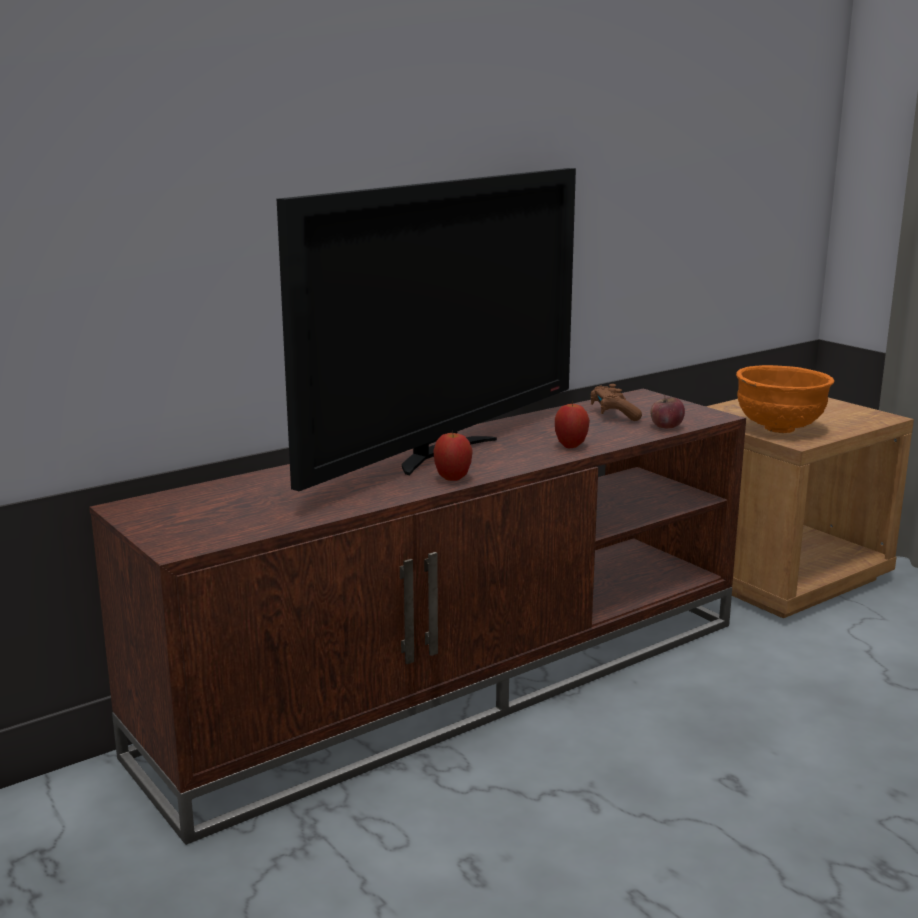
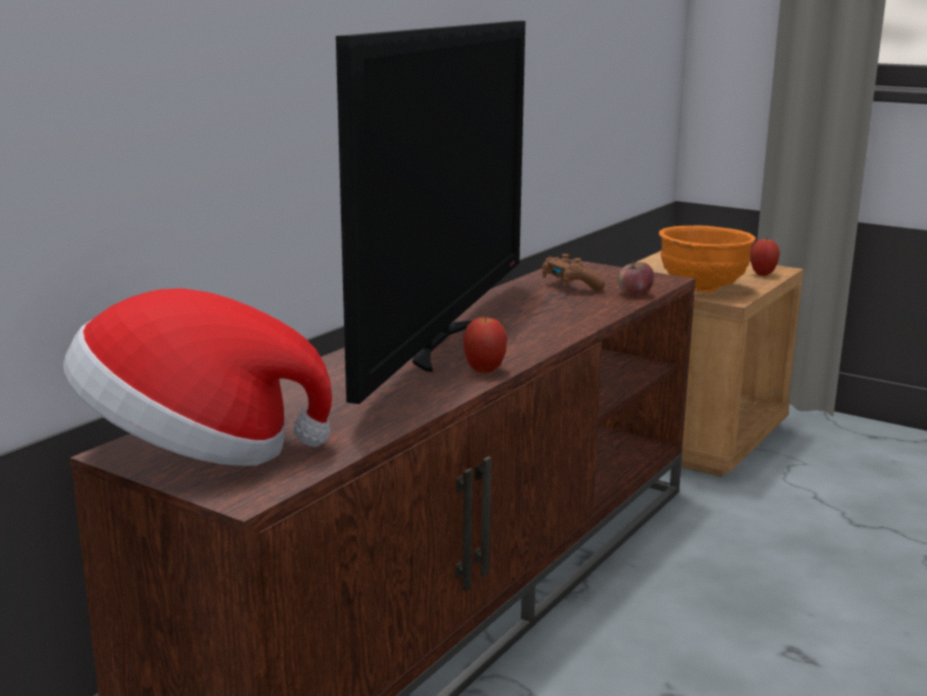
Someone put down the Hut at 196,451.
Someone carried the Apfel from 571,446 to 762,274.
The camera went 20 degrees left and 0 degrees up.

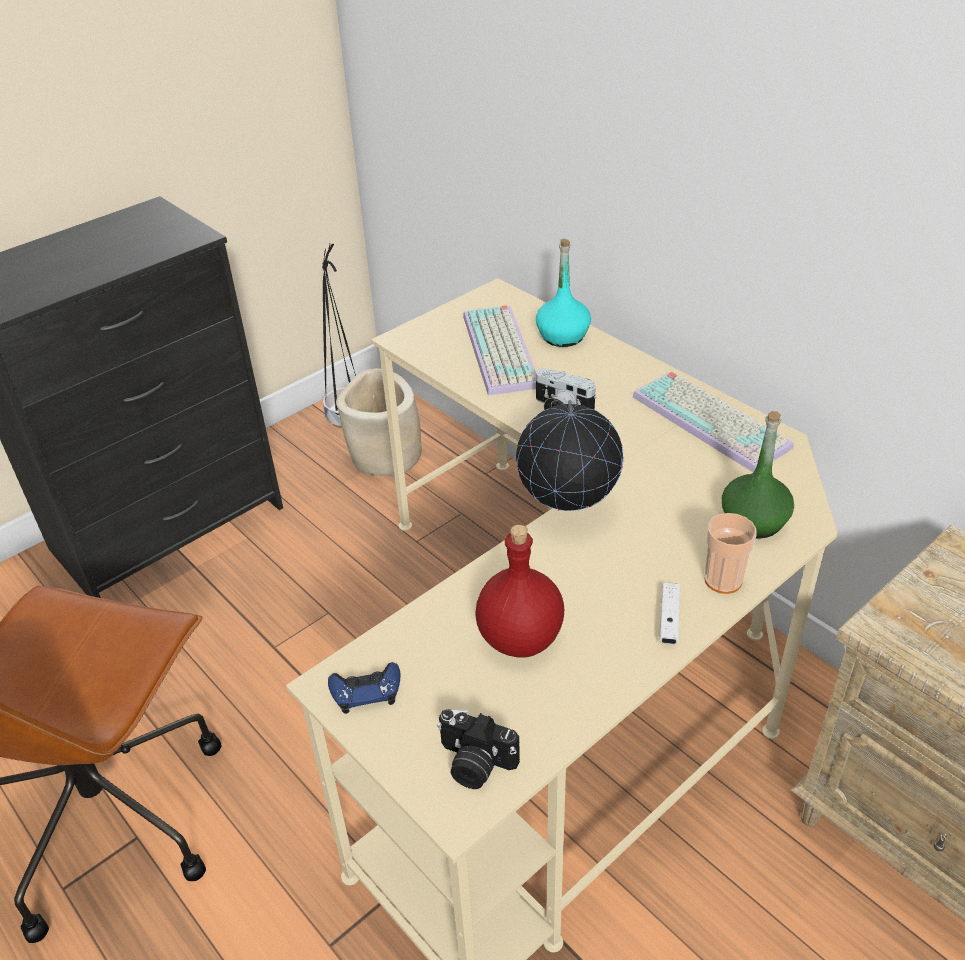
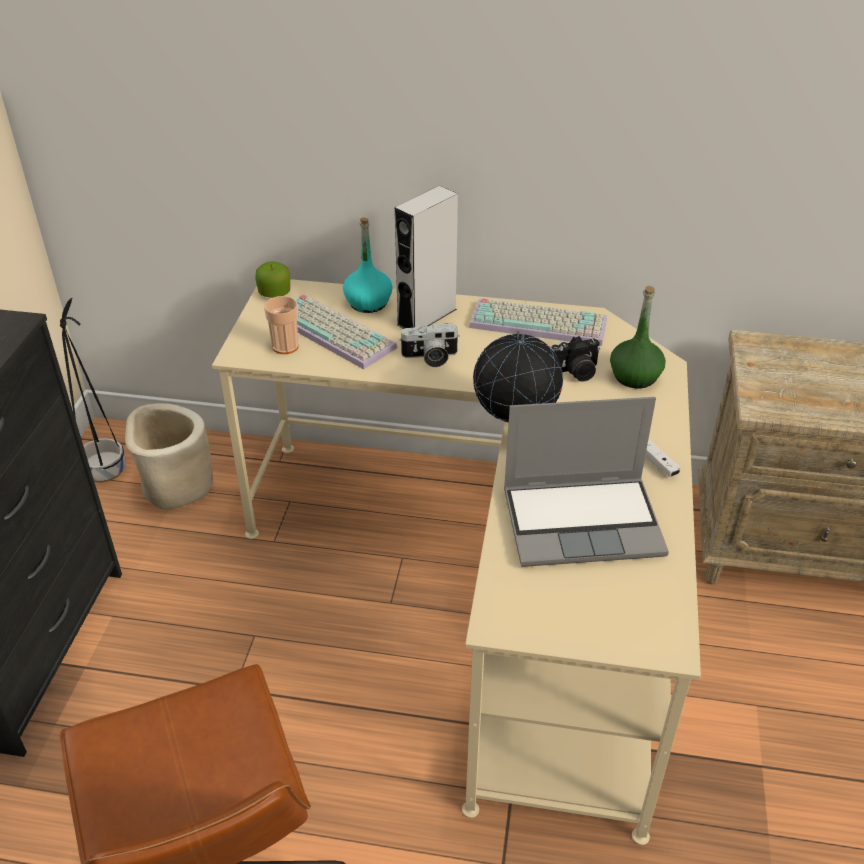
Someone put down the Apfel at 274,293.
Someone carried the Tasse from 723,580 to 285,346.
Someone put down the Lautsprecher/grau at 426,317.
Someone swapped the Flasche/rot at 521,638 for the Laptop at 583,521.
Someone carried the Kamera from 474,764 to 575,372.
Someone took away the Gamepad/blau at 366,691.
The camera went 40 degrees left and 0 degrees up.

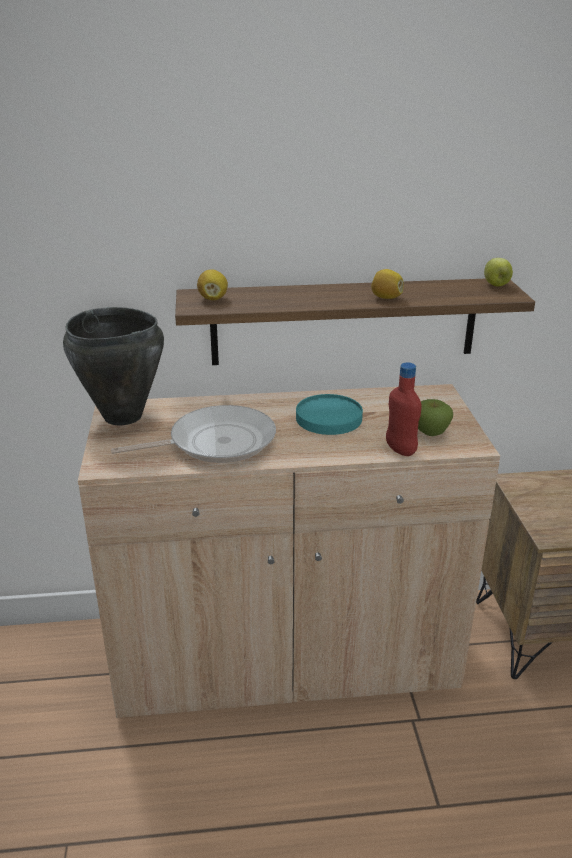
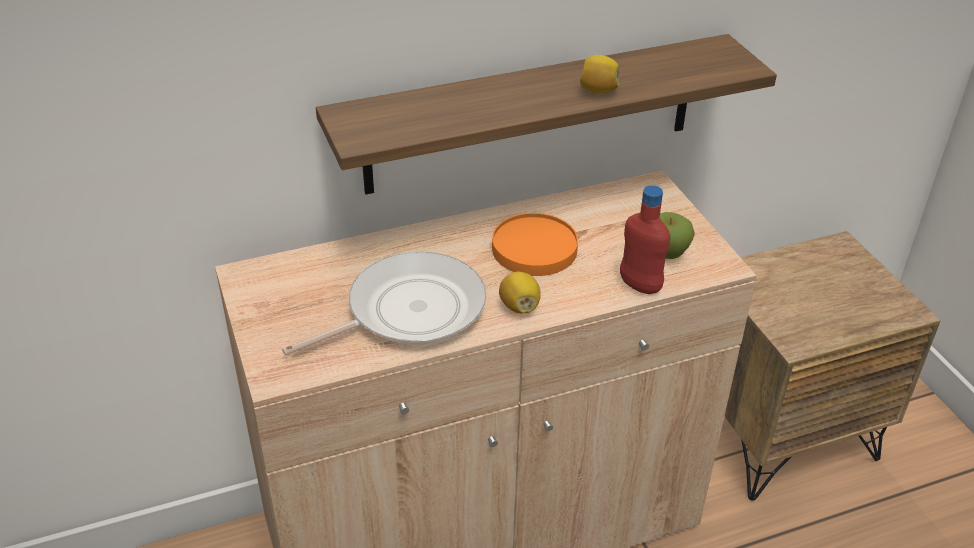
Someone repainted the Teller/türkis at 328,418, which became the Teller/orange at 534,249.
Someone carried the Zitrone from 213,298 to 519,306.
Someone took away the Kochtopf/schwarz at 122,417.
Someone took away the Apfel at 496,285.
The camera went 15 degrees left and 10 degrees up.

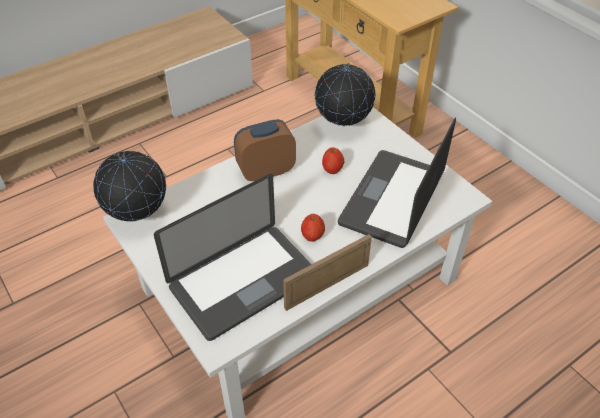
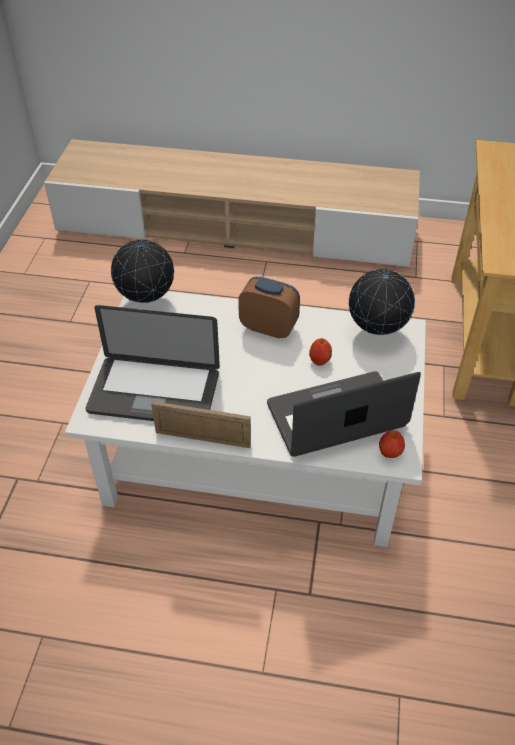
Someone carried the Apfel from 312,236 to 389,453.
The camera went 45 degrees right and 0 degrees up.

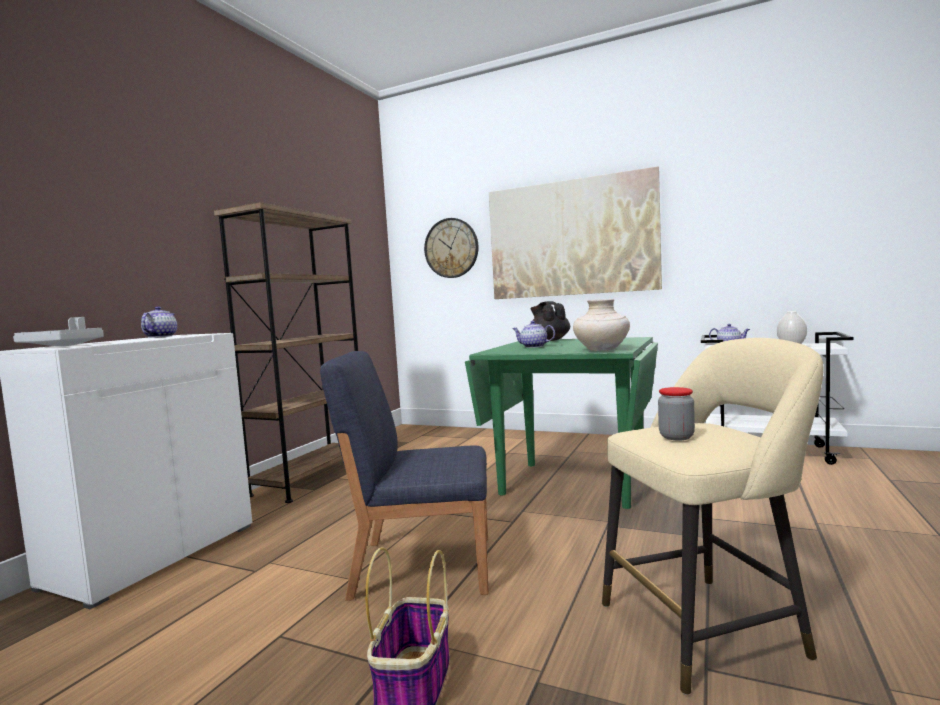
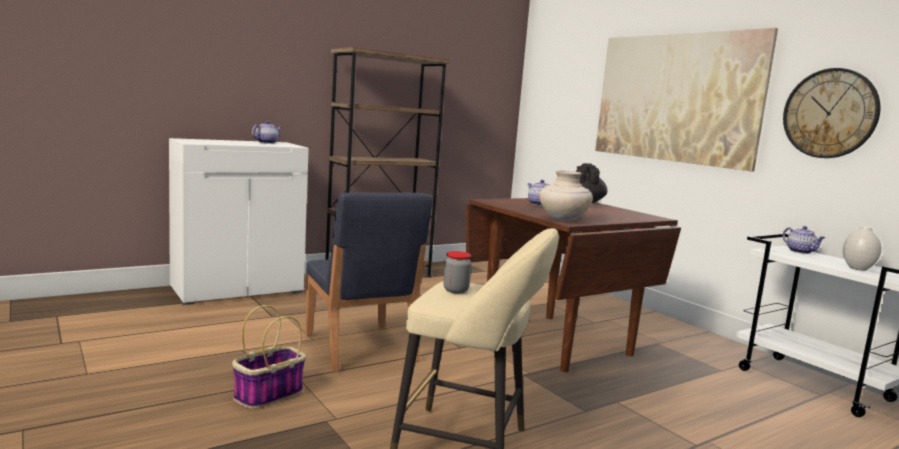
Someone rotated the Stuhl/blau at 421,565 by 150 degrees counterclockwise.
Someone repainted the Esstisch/grün at 572,484, which became the Esstisch/braun at 555,341.
Someone carried the Wanduhr from 451,248 to 830,113.
Someone took away the Tablett/grau at 65,346.
The camera went 30 degrees right and 5 degrees up.

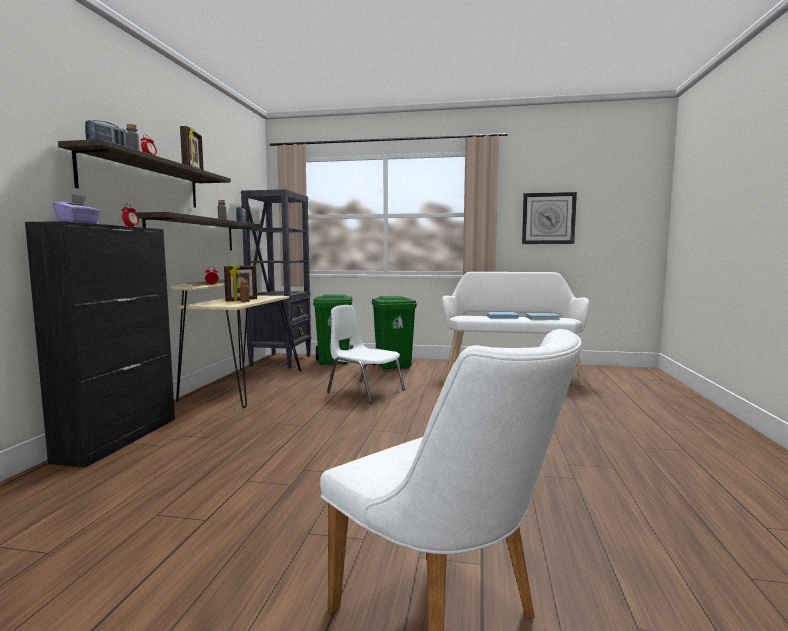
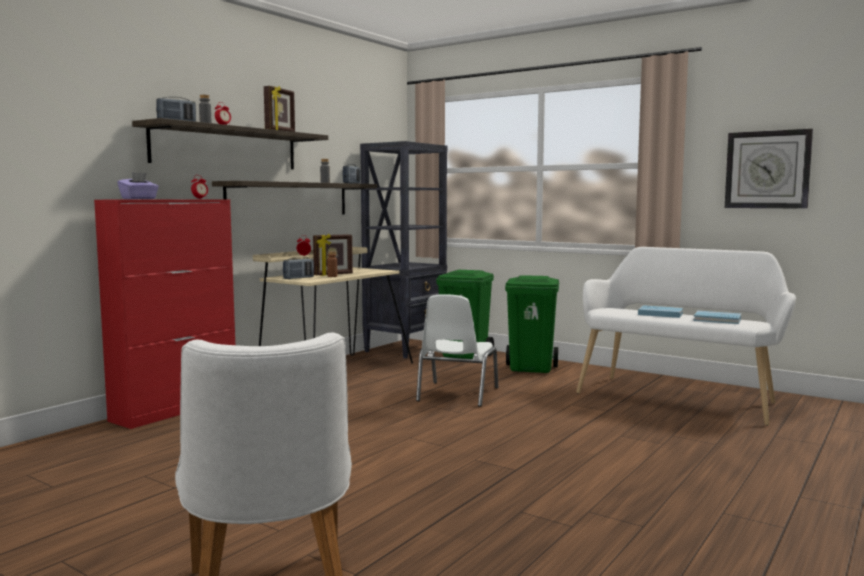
Someone repainted the Schrank/schwarz at 119,438, which became the Schrank/rot at 176,409.
Someone put down the Radio at 298,278.
Someone rotated the Stuhl/weiß at 365,391 by 135 degrees counterclockwise.
The camera went 25 degrees right and 0 degrees up.

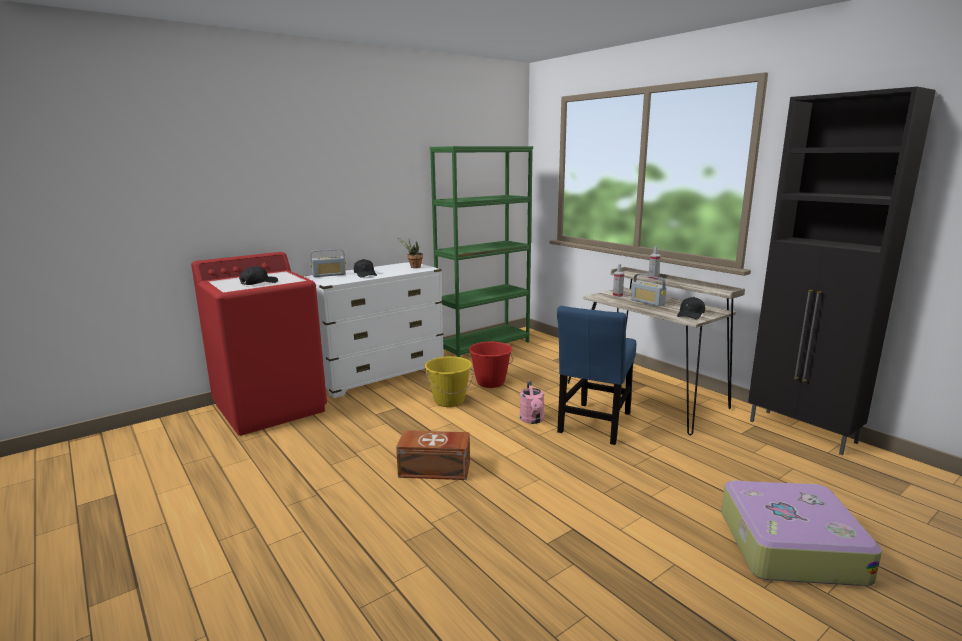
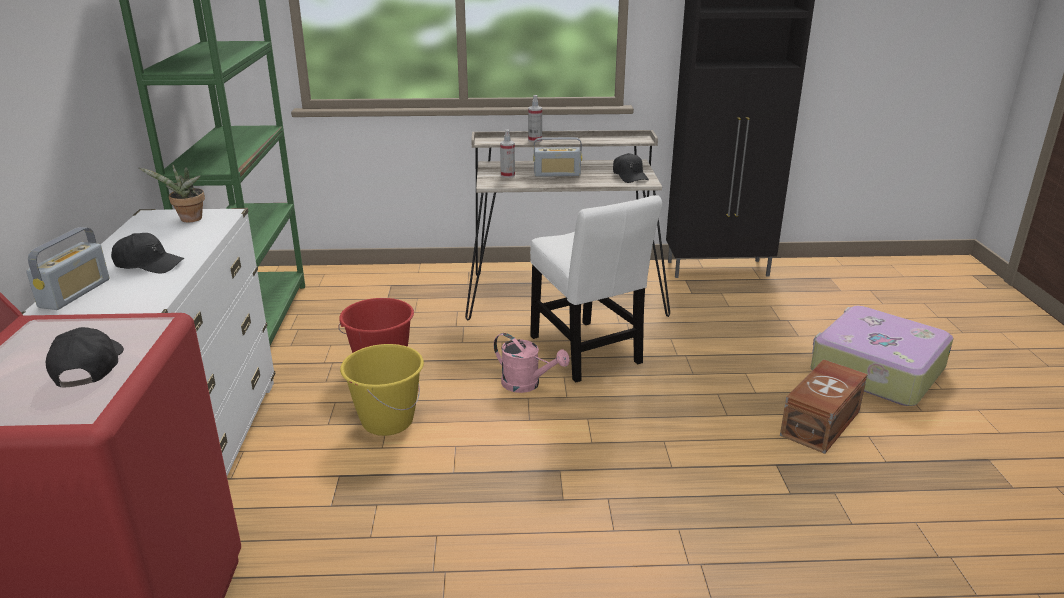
Someone repainted the Stuhl/blau at 594,425, which became the Stuhl/weiß at 587,353.
Someone carried the Aufbewahrungsbox/braun from 435,470 to 822,423.
The camera went 55 degrees left and 10 degrees up.

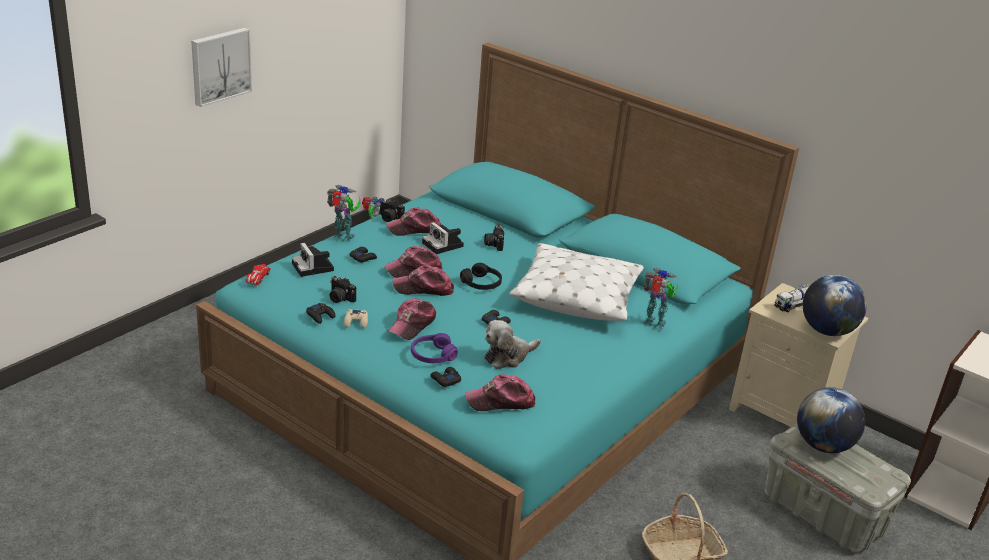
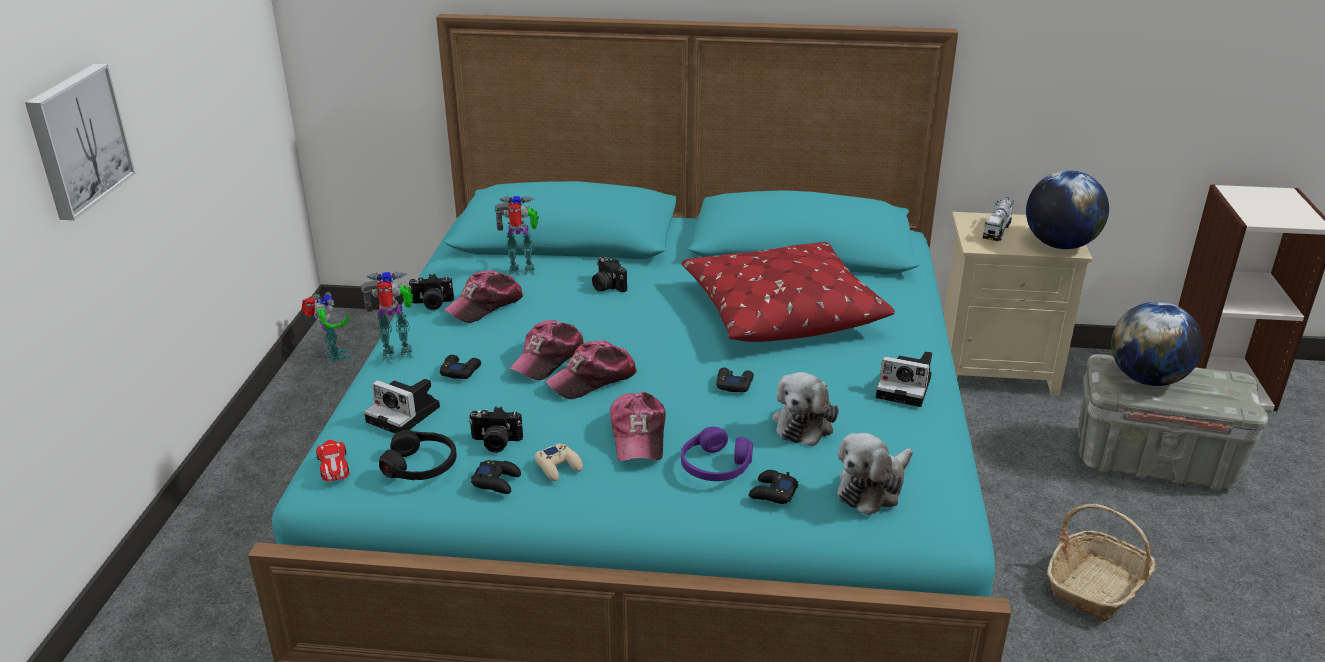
Someone carried the Kopfhörer/schwarz from 481,283 to 421,466.
Someone carried the Spielzeugroboter from 655,324 to 523,271.
Someone repainted the Kissen/weiß at 576,296, which became the Kissen/rot at 780,310.
Someone swapped the Kappe at 500,401 for the Plüschtier at 873,488.
Someone carried the Kamera from 444,245 to 906,388.
The camera went 30 degrees left and 0 degrees up.

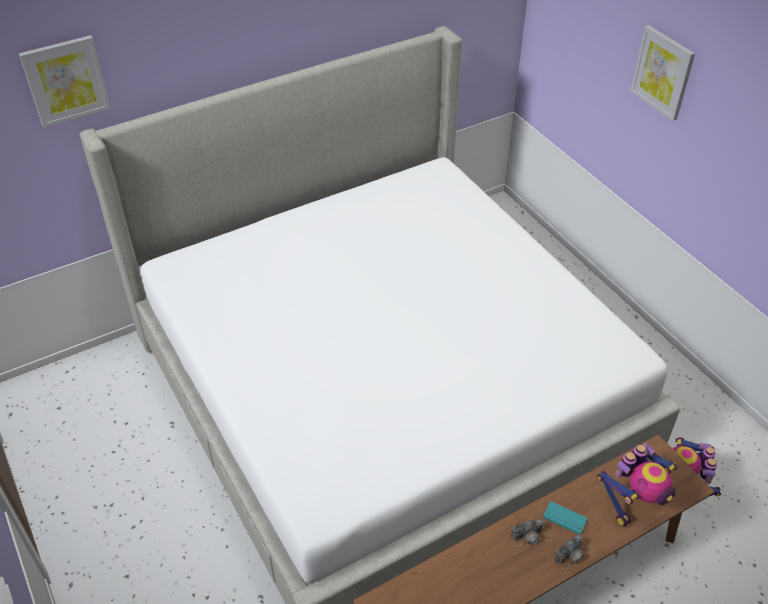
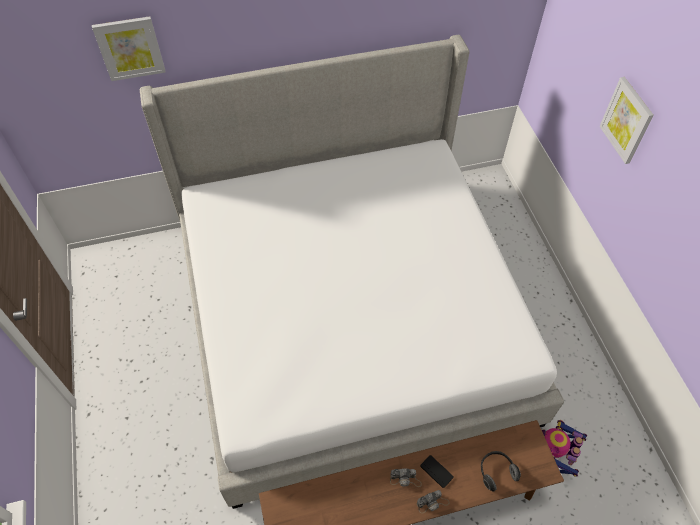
Someone repainted the Gamepad/türkis at 565,518, which became the Gamepad/schwarz at 436,471.
Someone swapped the Spielzeugroboter at 634,501 for the Kopfhörer at 496,471.
The camera went 15 degrees right and 10 degrees up.

